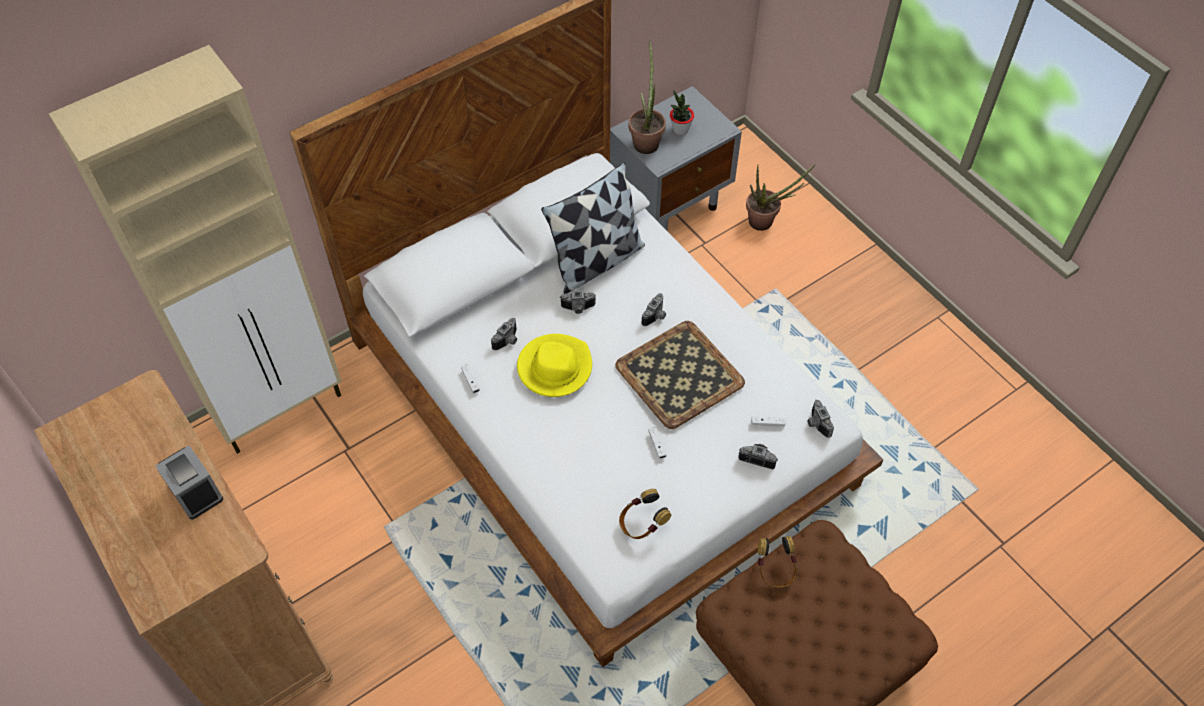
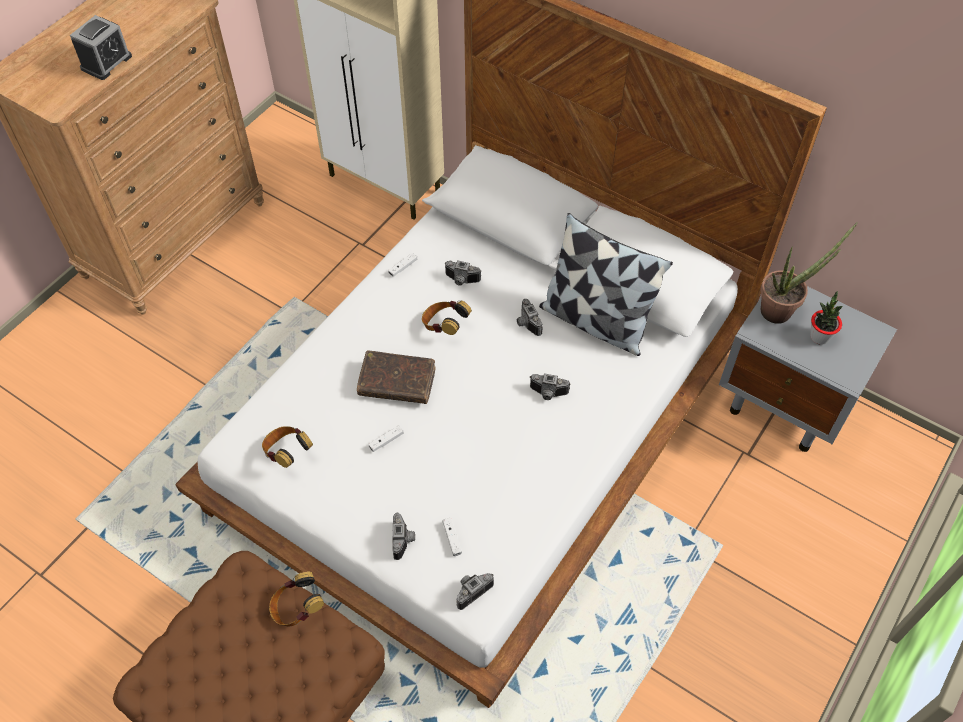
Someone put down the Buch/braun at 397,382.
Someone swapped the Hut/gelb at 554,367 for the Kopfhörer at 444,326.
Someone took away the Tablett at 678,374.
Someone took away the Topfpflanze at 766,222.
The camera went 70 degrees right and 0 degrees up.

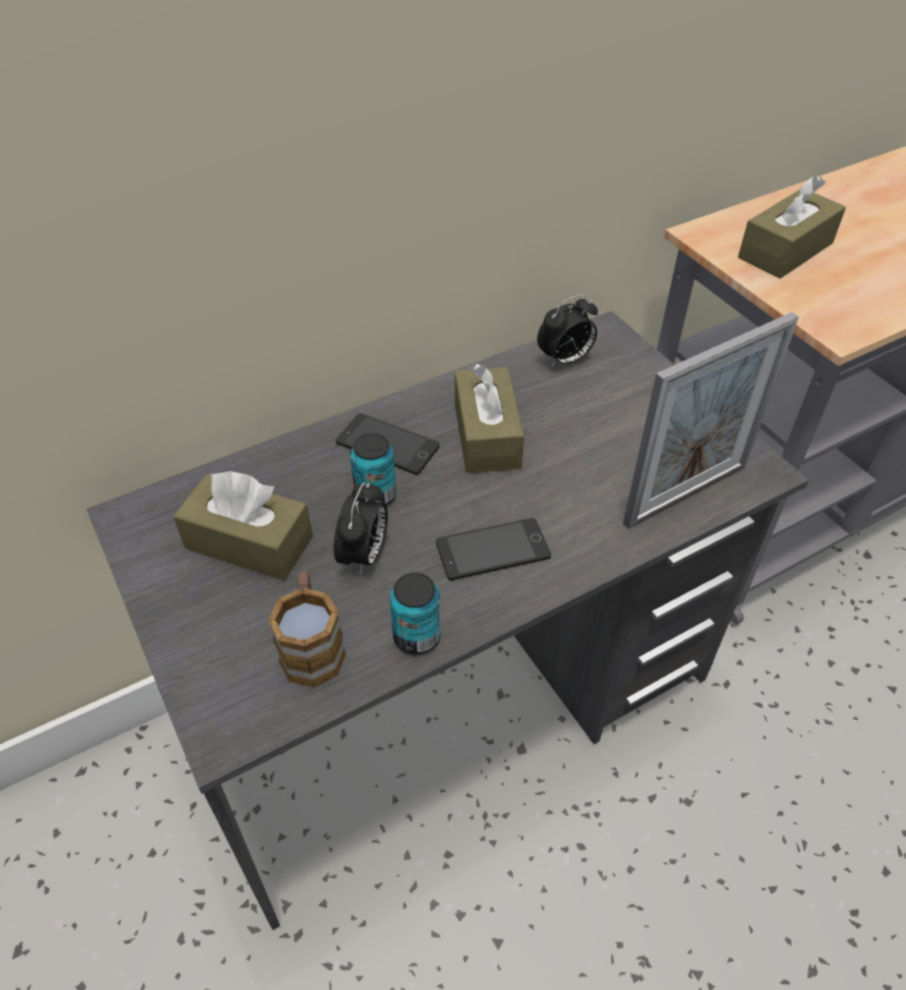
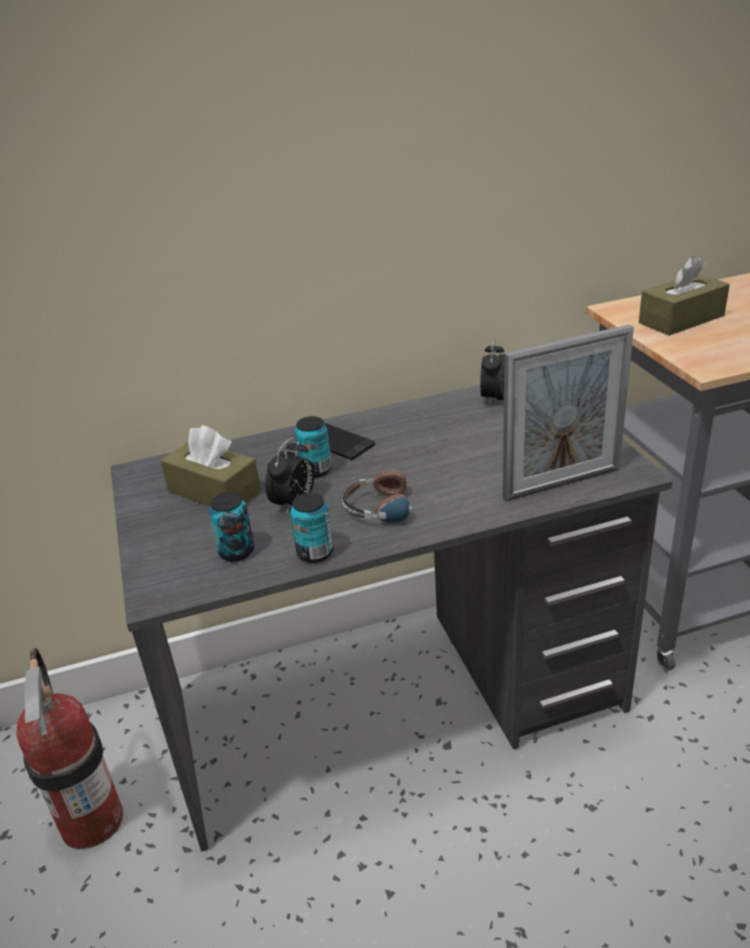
Someone put down the Feuerlöscher at 92,820.
Someone swapped the Henkelbecher at 312,645 for the Dose at 236,551.
Someone swapped the Handy at 493,550 for the Kopfhörer at 392,507.
Someone rotated the Wecker at 565,360 by 120 degrees clockwise.
Someone took away the Taschentuchbox/braun at 486,435.
The camera went 15 degrees right and 15 degrees down.

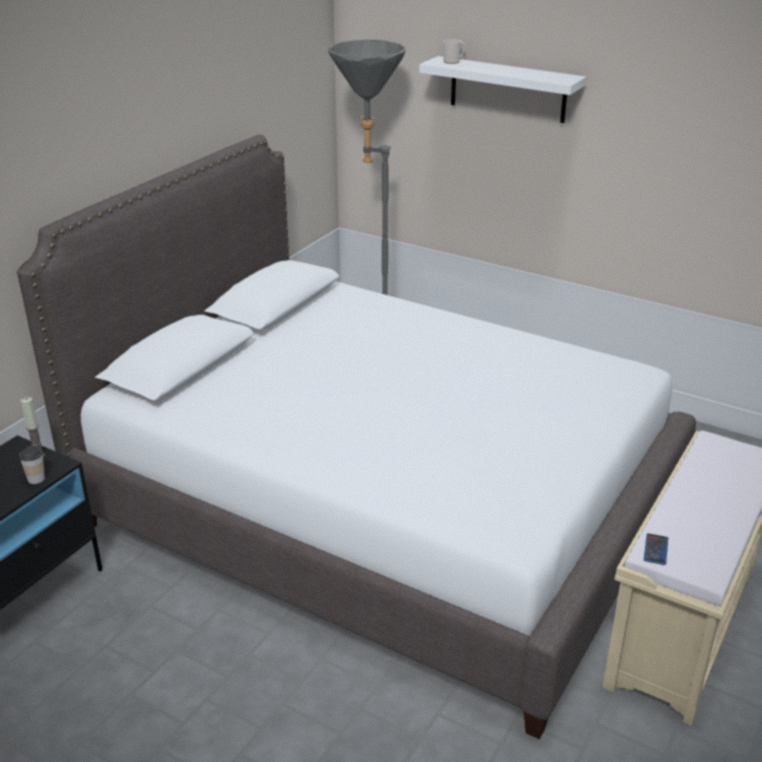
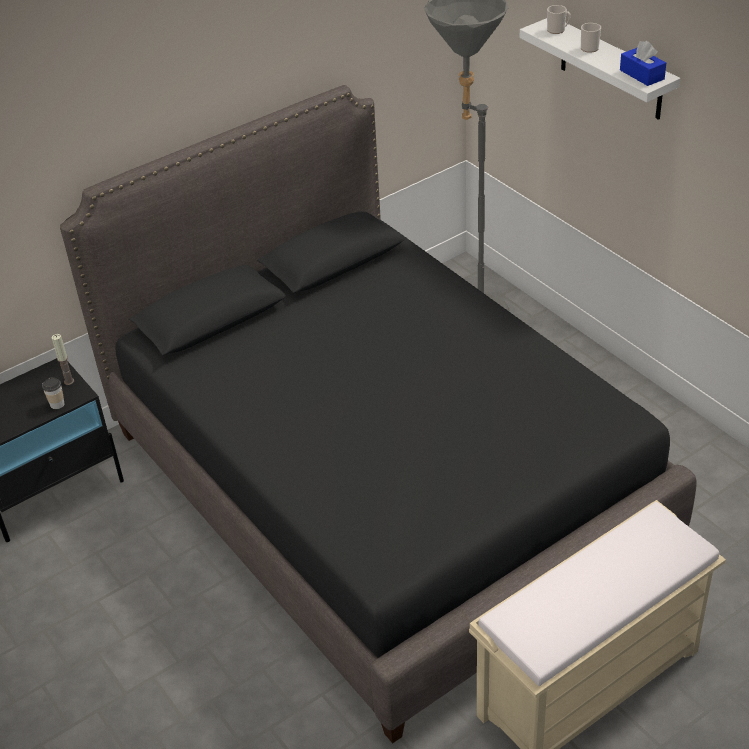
Someone repainted the Bett/weiß at 380,511, which became the Bett/schwarz at 382,486.
Someone put down the Henkelbecher at 590,47.
Someone put down the Taschentuchbox/blau at 641,74.
Someone took away the Handy at 655,549.
The camera went 25 degrees right and 10 degrees up.

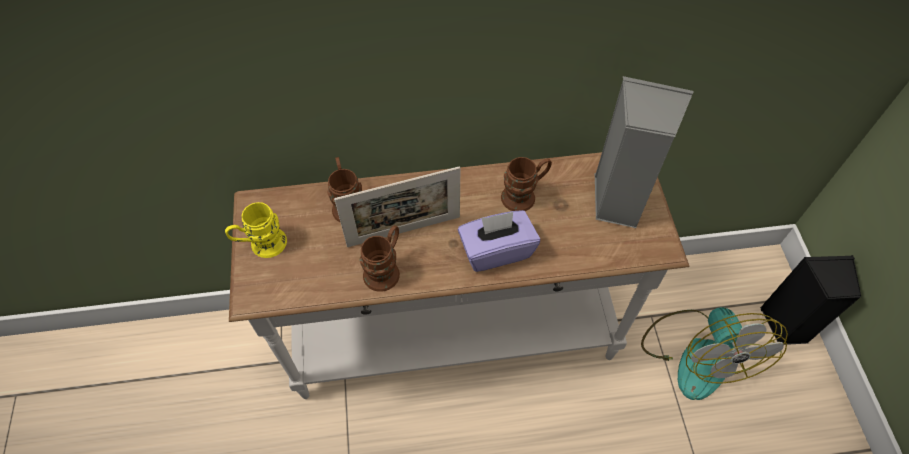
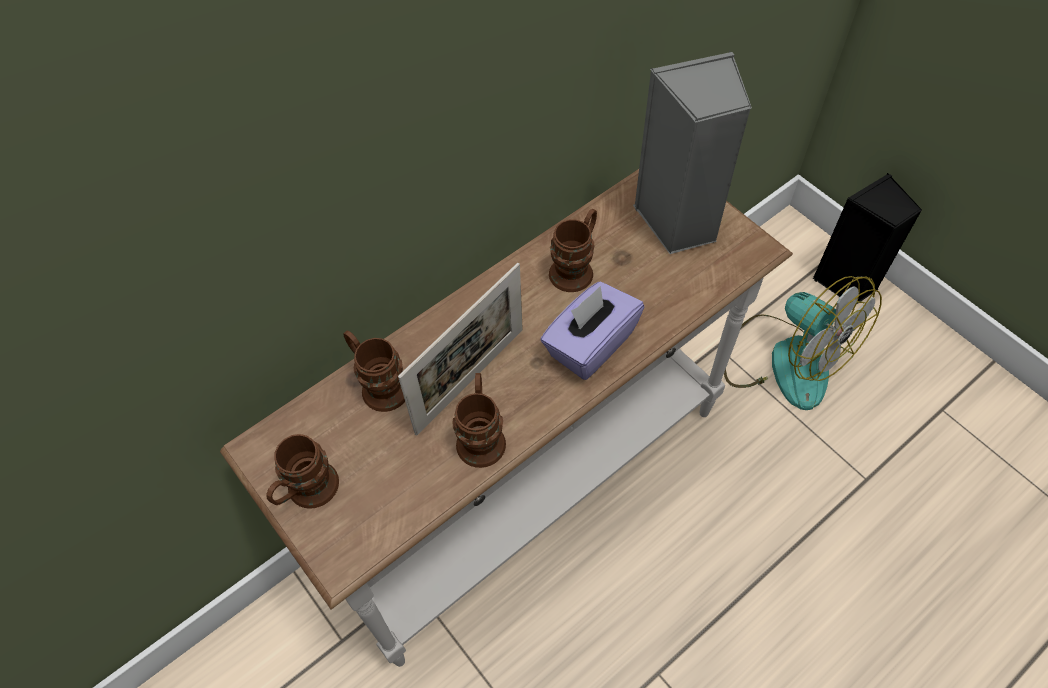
Someone repainted the Henkelbecher/gelb at 262,245, which became the Henkelbecher/braun at 307,493.
The camera went 30 degrees left and 0 degrees up.

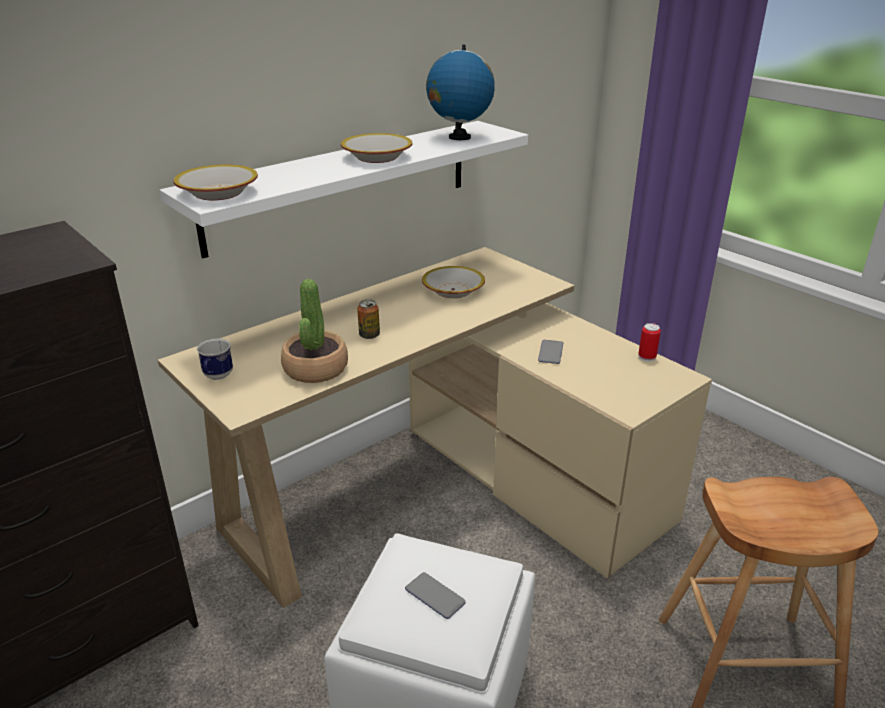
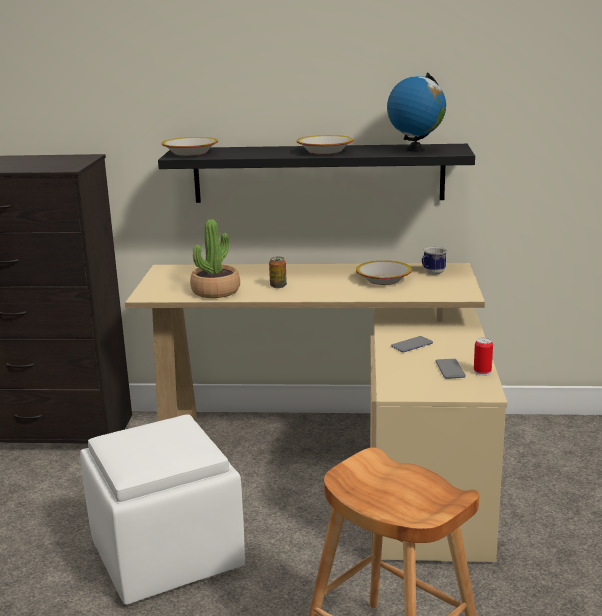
Someone repainted the Wandregal/weiß at 342,184, which became the Wandregal/schwarz at 318,173.
Someone carried the Henkelbecher from 216,377 to 432,273.
Someone carried the Handy from 435,596 to 450,369.
The camera went 45 degrees right and 10 degrees down.

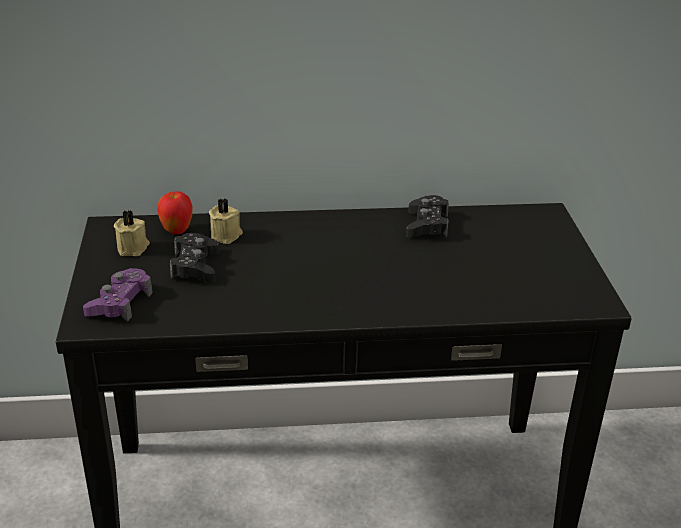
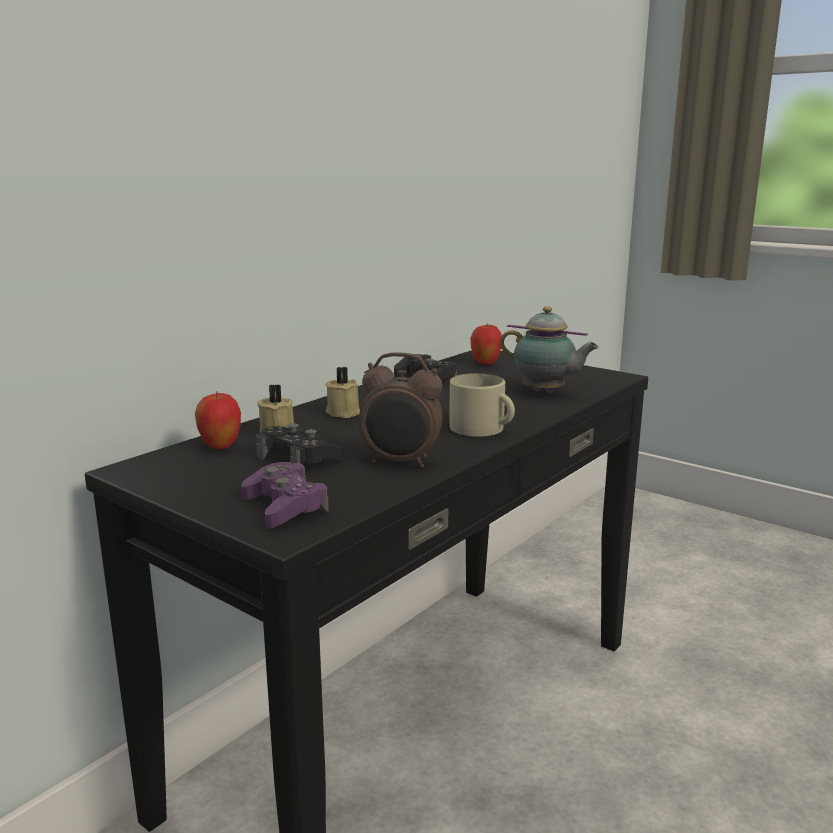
Someone carried the Kerze/beige from 133,248 to 344,412.
Someone put down the Wecker at 401,462.
Someone put down the Henkelbecher/beige at 482,429.
Someone put down the Apfel at 485,363.
Someone put down the Teekanne at 546,392.
The camera went 45 degrees left and 15 degrees down.

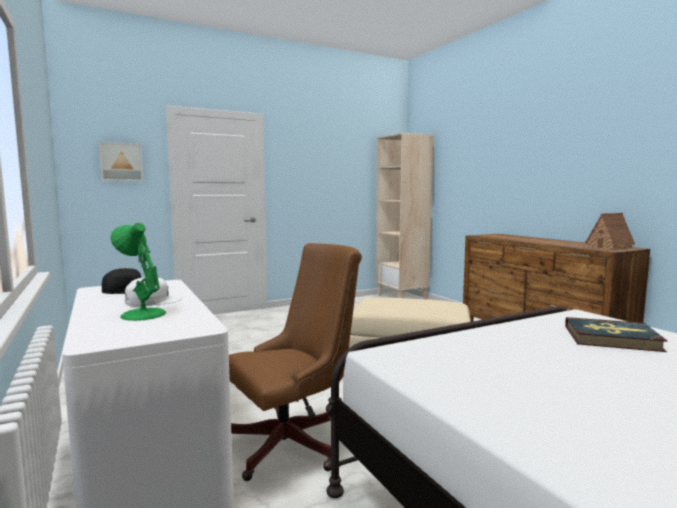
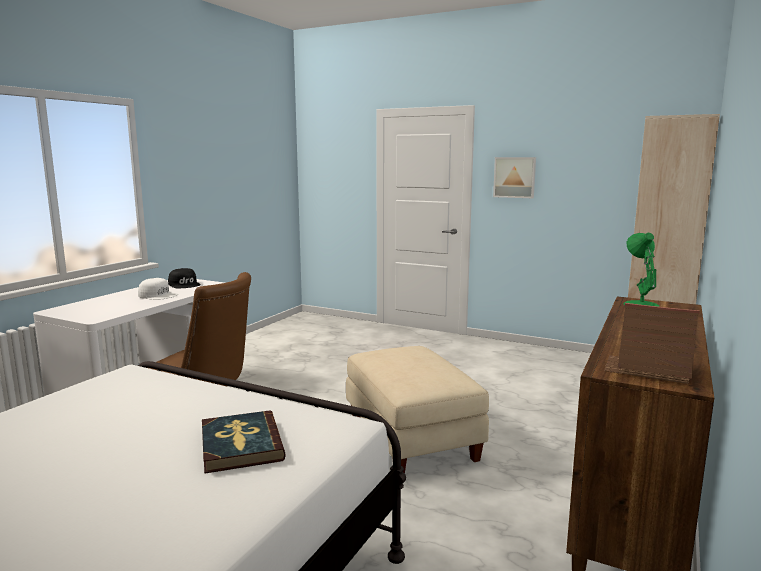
Someone carried the Bild from 121,162 to 514,177.
Someone carried the Tischlampe/grün from 141,314 to 640,305.
The camera went 55 degrees right and 5 degrees up.

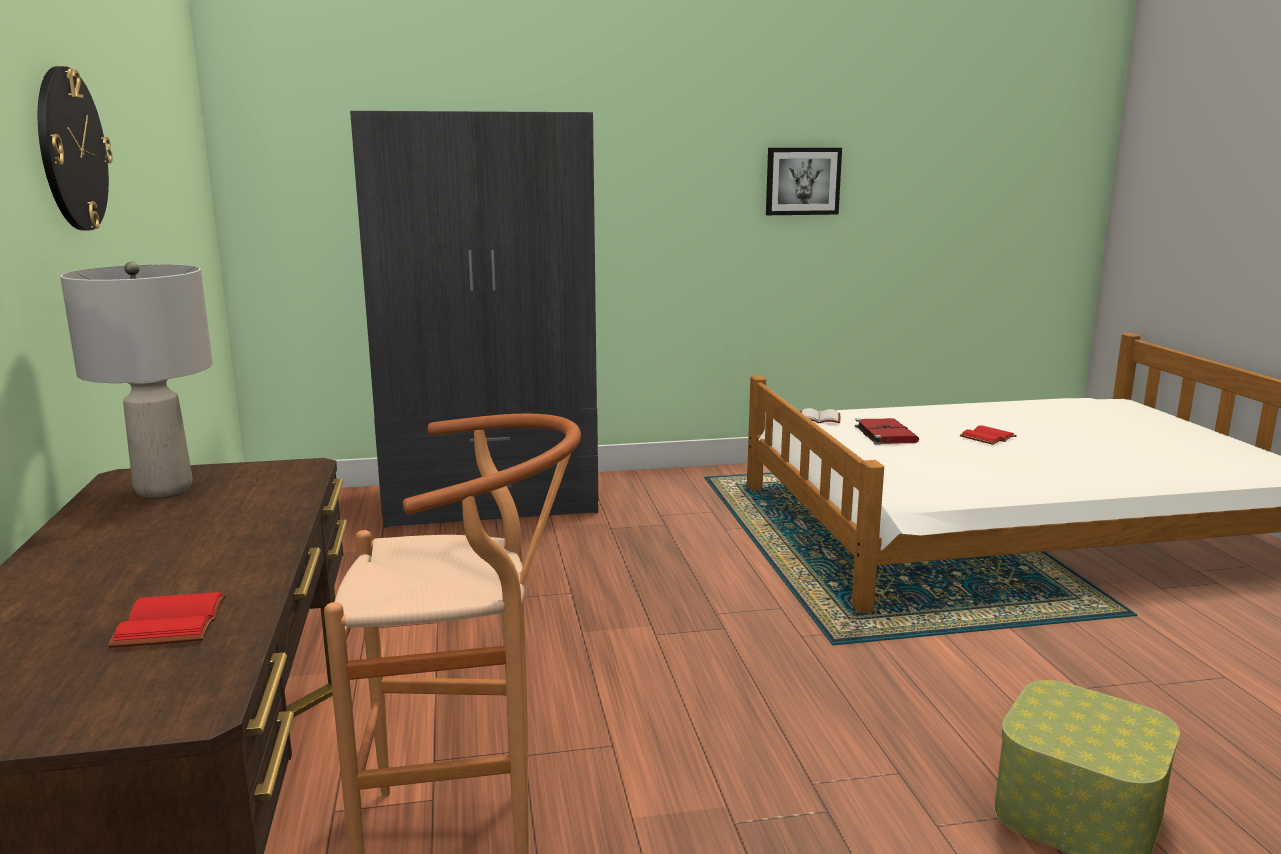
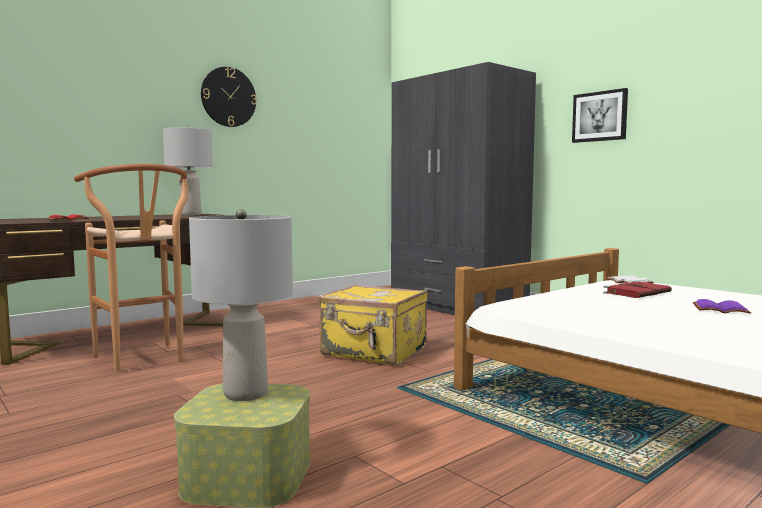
Someone put down the Tischlampe/grau at 245,393.
Someone put down the Koffer/gelb at 374,352.
Someone carried the Bild from 802,181 to 600,116.
Someone repainted the Buch/rot at 988,438, which became the Buch/lila at 719,309.
The camera went 60 degrees right and 10 degrees down.

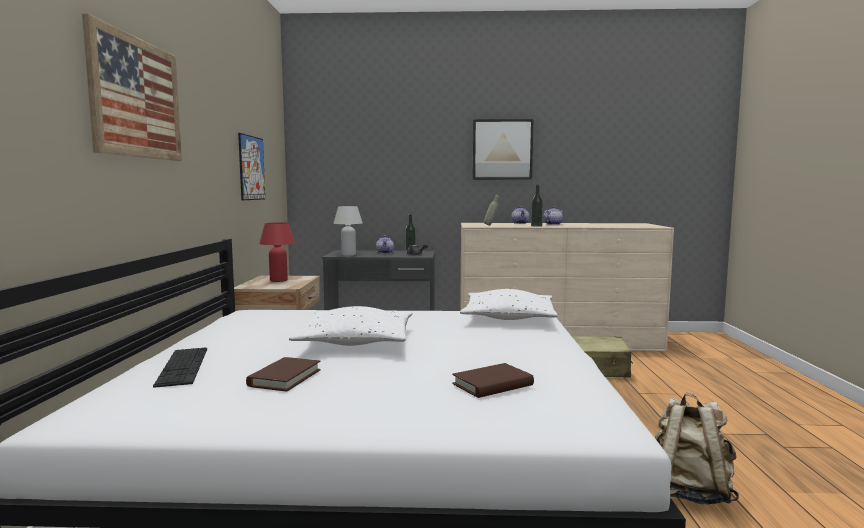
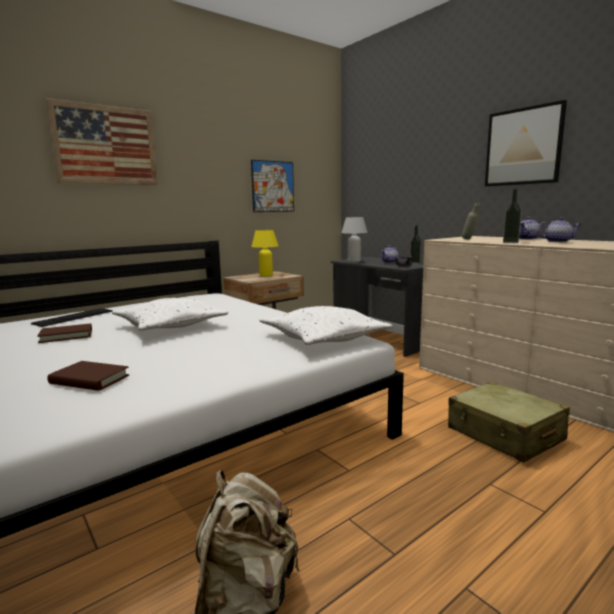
Someone repainted the Tischlampe/rot at 278,280, which became the Tischlampe/gelb at 266,275.
The camera went 50 degrees right and 5 degrees up.

